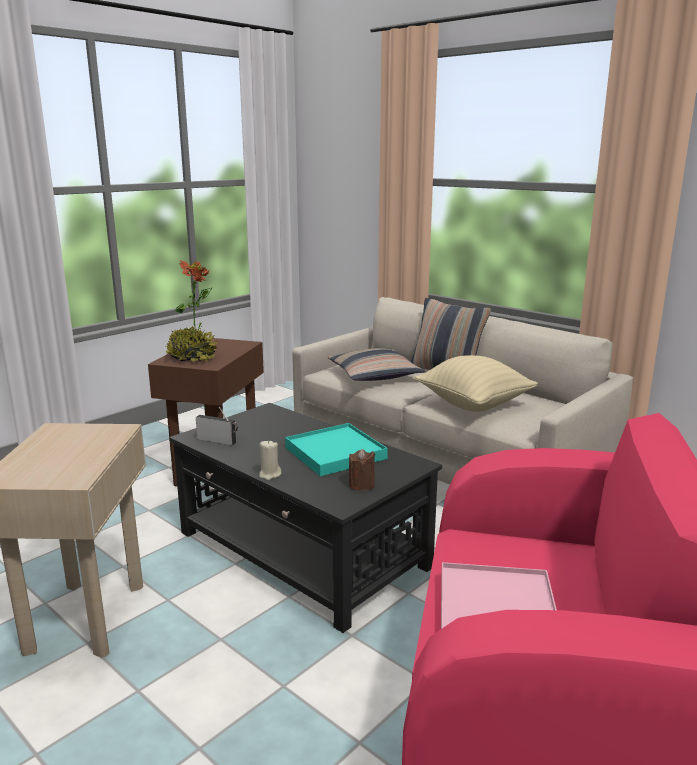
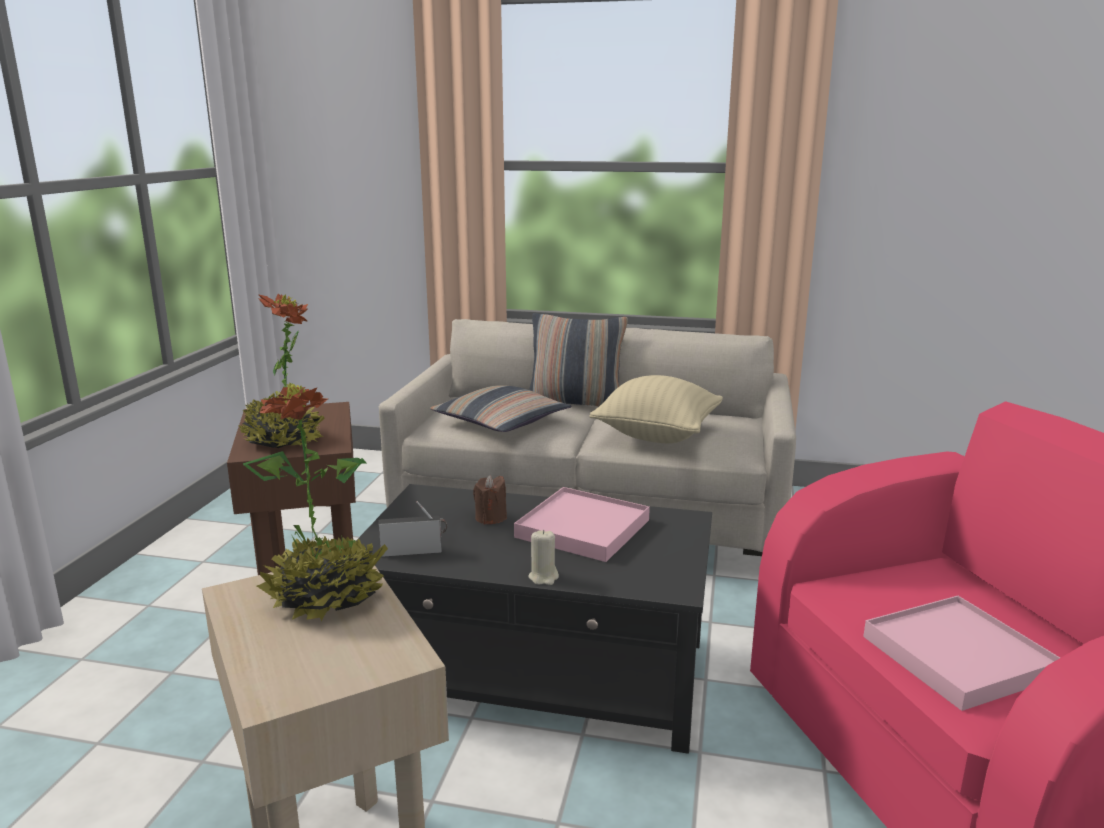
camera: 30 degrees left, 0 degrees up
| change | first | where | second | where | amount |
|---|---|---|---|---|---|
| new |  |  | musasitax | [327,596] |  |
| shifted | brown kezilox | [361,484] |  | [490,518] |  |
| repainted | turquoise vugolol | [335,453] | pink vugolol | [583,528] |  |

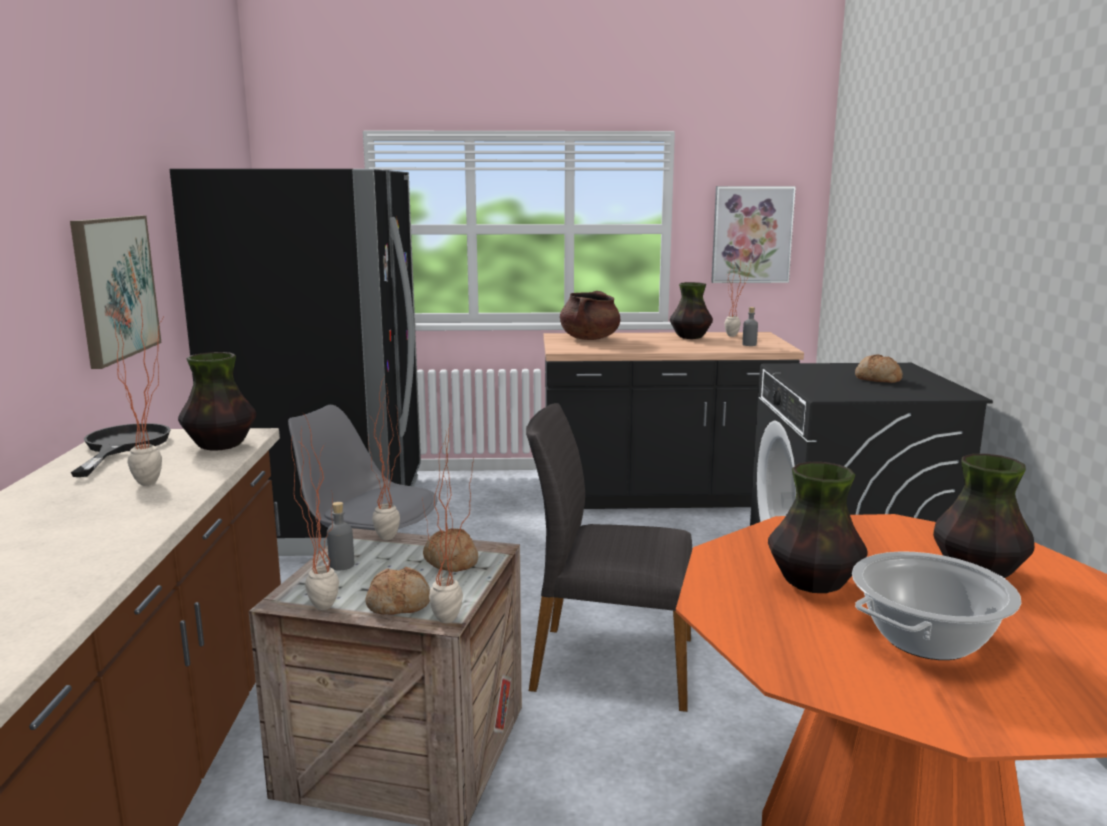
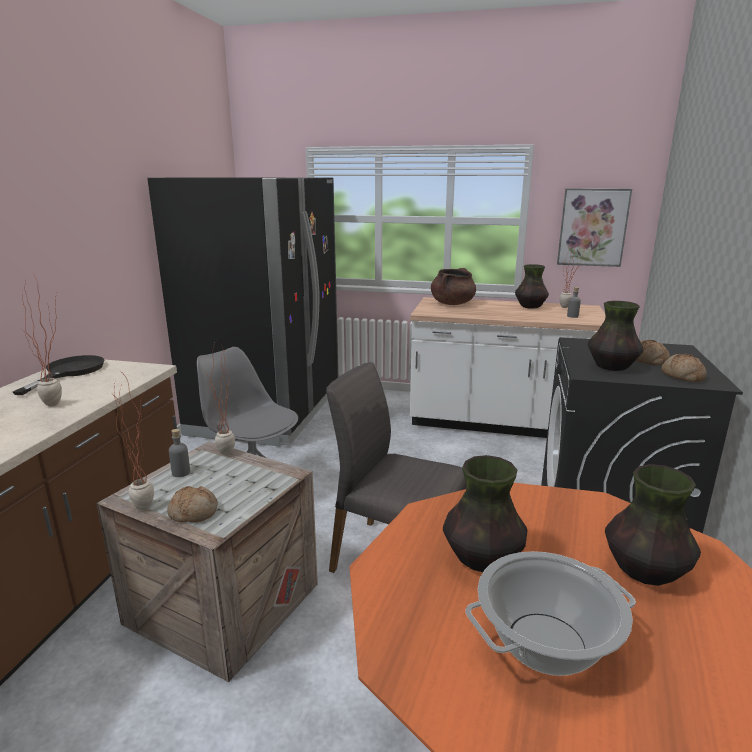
camera: 15 degrees right, 5 degrees up
| change | first | where | second | where | amount |
|---|---|---|---|---|---|
| repainted | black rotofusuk | [660,496] | white rotofusuk | [498,423] |  |
| shifted | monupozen | [220,446] |  | [611,367] |  |
| shifted | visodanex | [450,562] |  | [682,376] |  |
| gone | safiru | [115,287] |  |  |  |
| gone | musasitax | [452,624] |  |  |  |

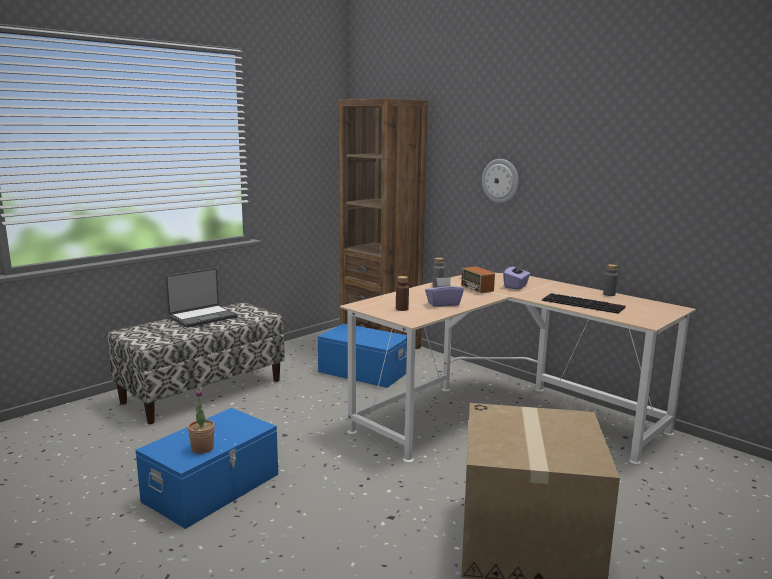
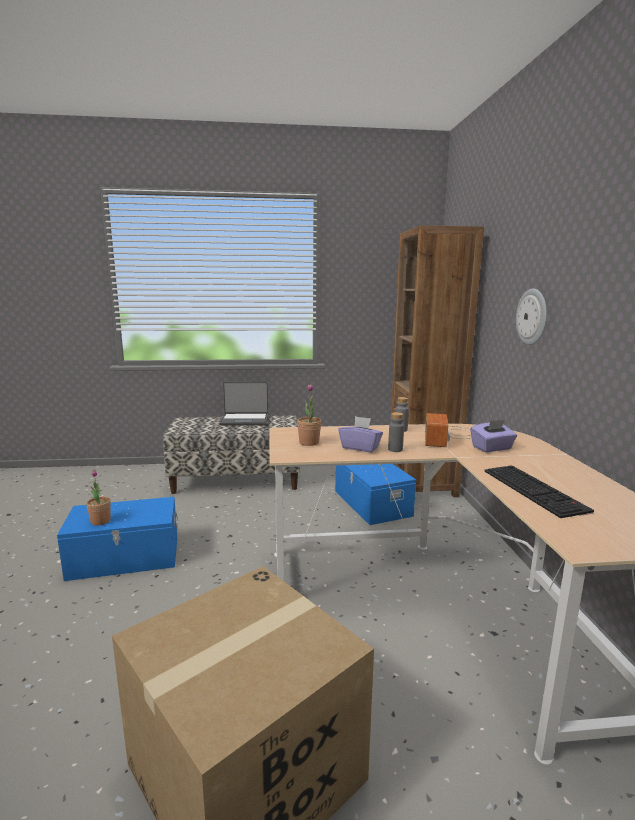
camera: 40 degrees right, 0 degrees up
| change | first | where | second | where | amount |
|---|---|---|---|---|---|
| swapped | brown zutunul | [402,309] | musasitax | [309,442] |  |
| shifted | grey zutunul | [609,294] |  | [395,449] |  |

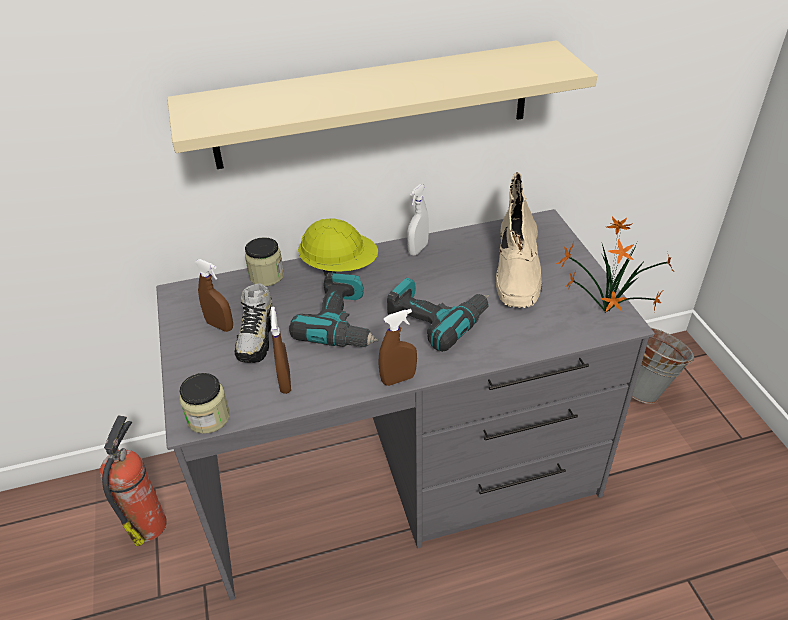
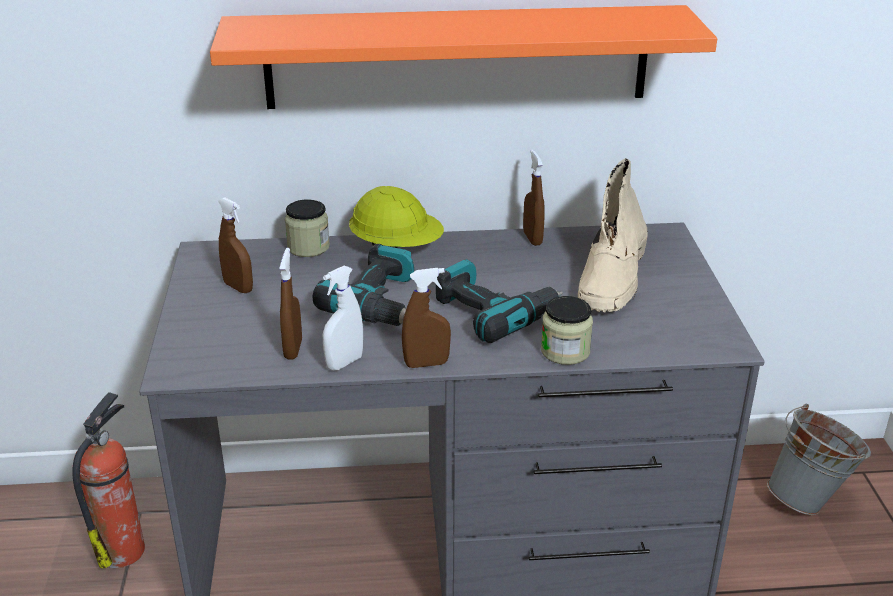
camera: 10 degrees right, 10 degrees down
| change | first | where | second | where | amount |
|---|---|---|---|---|---|
| repainted | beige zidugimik | [373,105] | orange zidugimik | [457,57] |  |
| shifted | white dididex | [418,249] |  | [344,363] |  |
| new |  |  | brown dididex | [532,238] |  |
| shifted | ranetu | [208,417] |  | [565,351] |  |
| gone | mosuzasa | [257,338] |  |  |  |
| gone | musasitax | [602,311] |  |  |  |

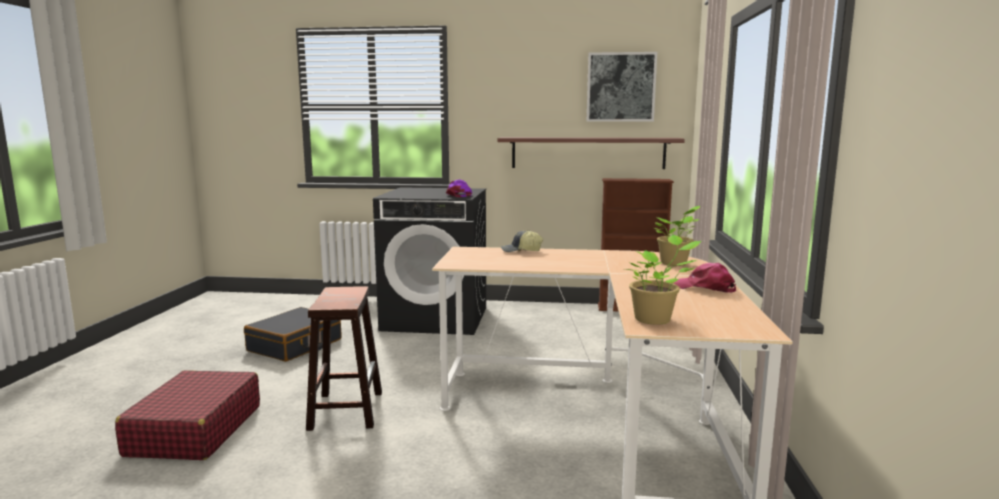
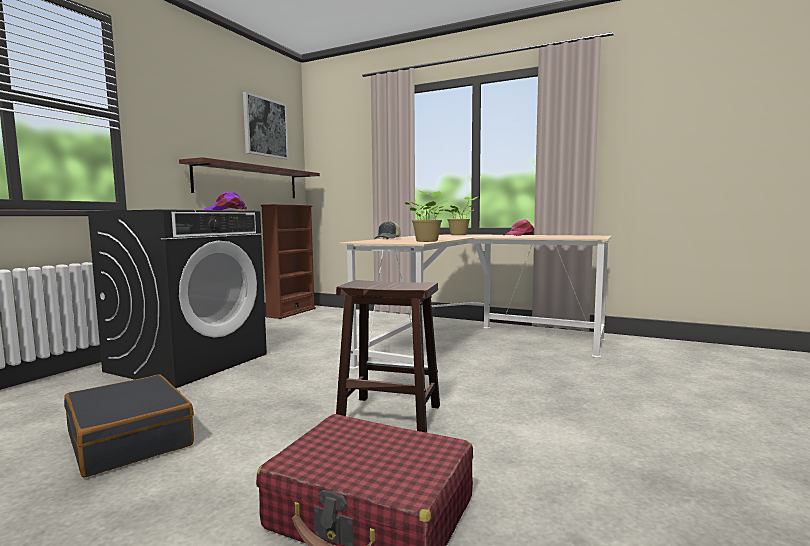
camera: 70 degrees left, 5 degrees down
| change | first | where | second | where | amount |
|---|---|---|---|---|---|
| shifted | musasitax | [655,319] |  | [427,241] |  |

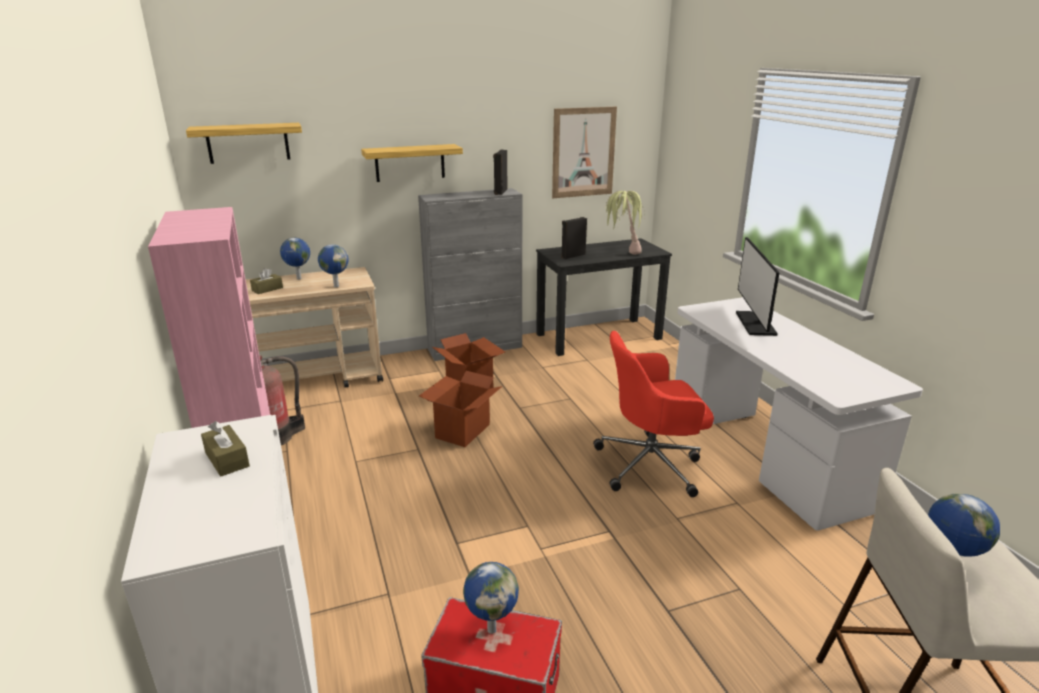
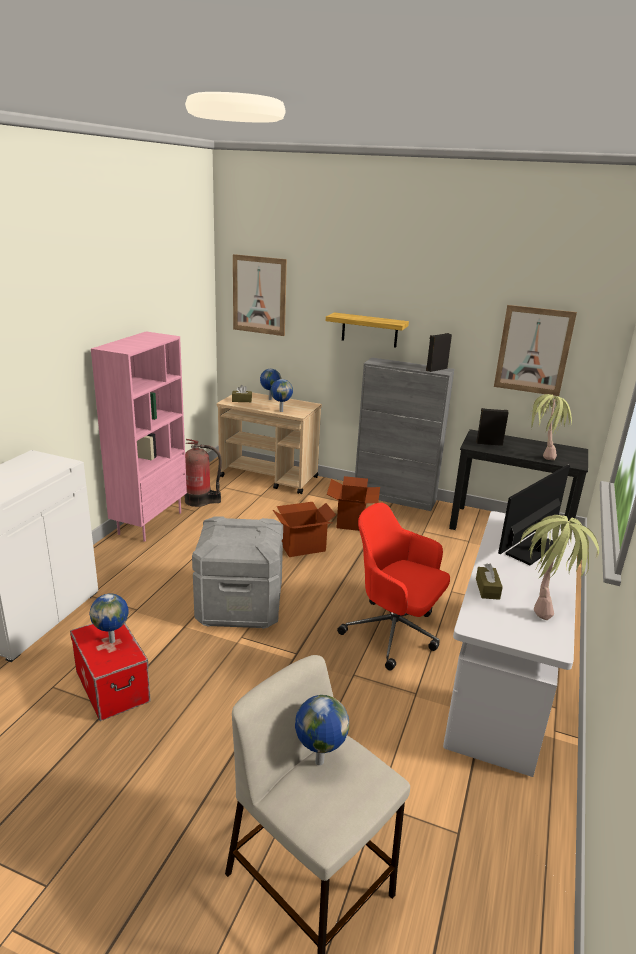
camera: 40 degrees right, 0 degrees up
| change | first | where | second | where | amount |
|---|---|---|---|---|---|
| new |  |  | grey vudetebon | [240,606] |  |
| swapped | zidugimik | [248,143] | safiru | [259,295] |  |
| shifted | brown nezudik | [227,459] |  | [487,589] |  |
| new |  |  | musasitax | [546,604] |  |

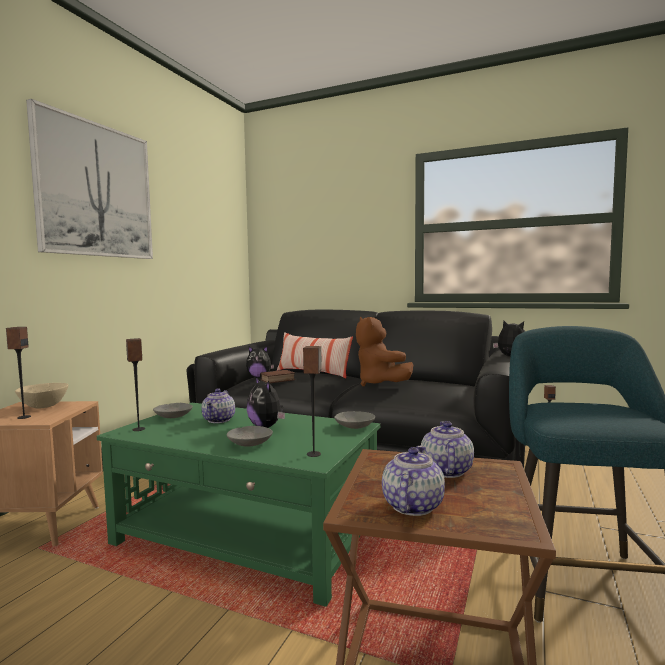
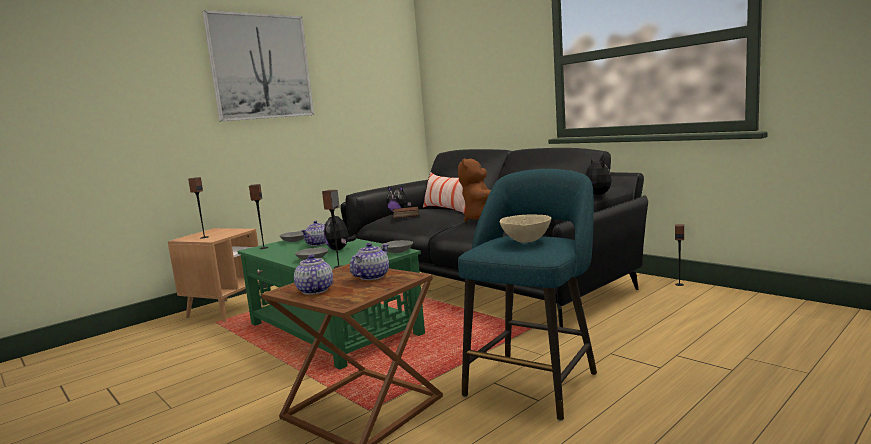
camera: 25 degrees right, 5 degrees up
| change | first | where | second | where | amount |
|---|---|---|---|---|---|
| rotated | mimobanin | [411,506] |  | [314,290] | 60 degrees counterclockwise |
| shifted | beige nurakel | [44,407] |  | [526,241] |  |

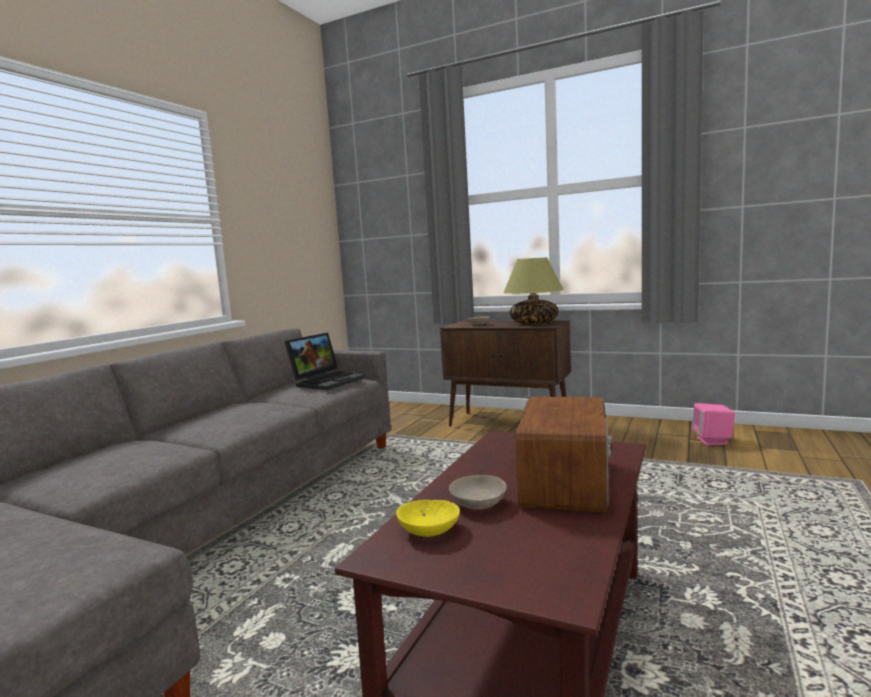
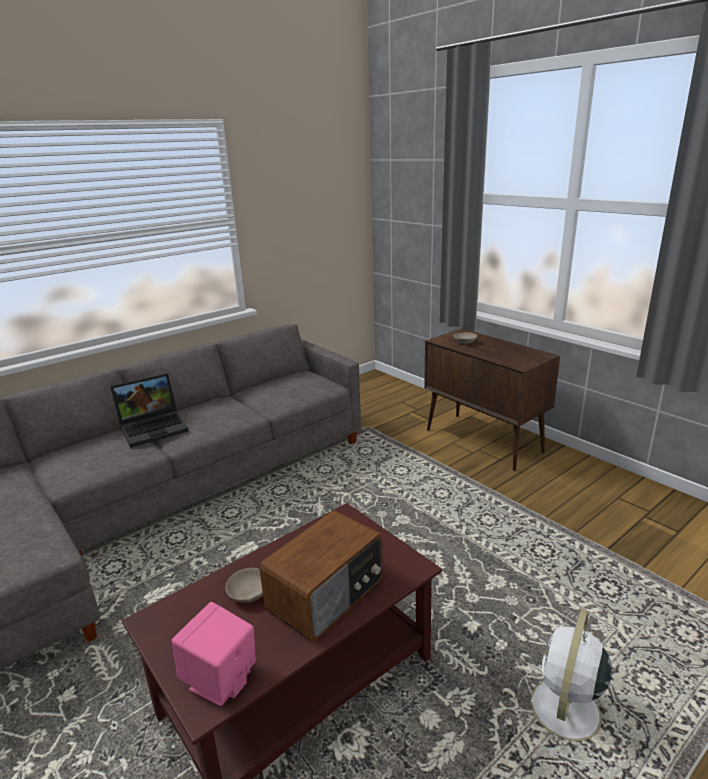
camera: 25 degrees right, 15 degrees up
| change | first | where | second | where | amount |
|---|---|---|---|---|---|
| shifted | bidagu | [327,381] |  | [154,427] |  |
| shifted | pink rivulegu | [712,441] |  | [221,680] |  |
| new |  |  | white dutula | [564,712] |  |
| gone | yellow nurakel | [428,531] |  |  |  |
| gone | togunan | [534,323] |  |  |  |

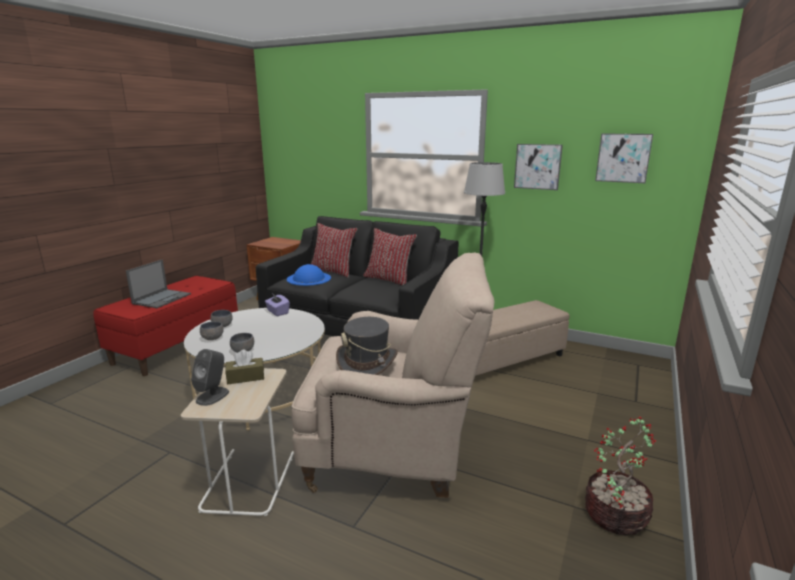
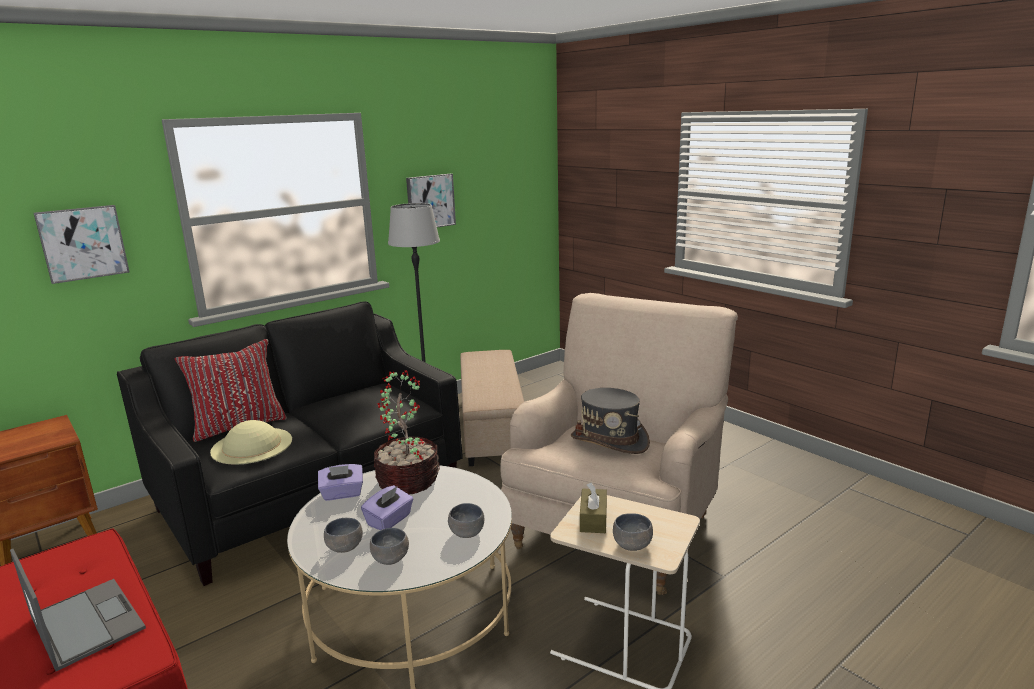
camera: 65 degrees left, 0 degrees up
| change | first | where | second | where | amount |
|---|---|---|---|---|---|
| shifted | safiru | [623,158] |  | [82,243] |  |
| repainted | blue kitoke | [308,278] | beige kitoke | [252,445] |  |
| new |  |  | purple nezudik | [389,520] |  |
| shifted | musasitax | [616,514] |  | [407,480] |  |
| swapped | grey rivulegu | [213,396] | grey nurakel | [632,545] |  |
| gone | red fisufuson | [389,279] |  |  |  |

